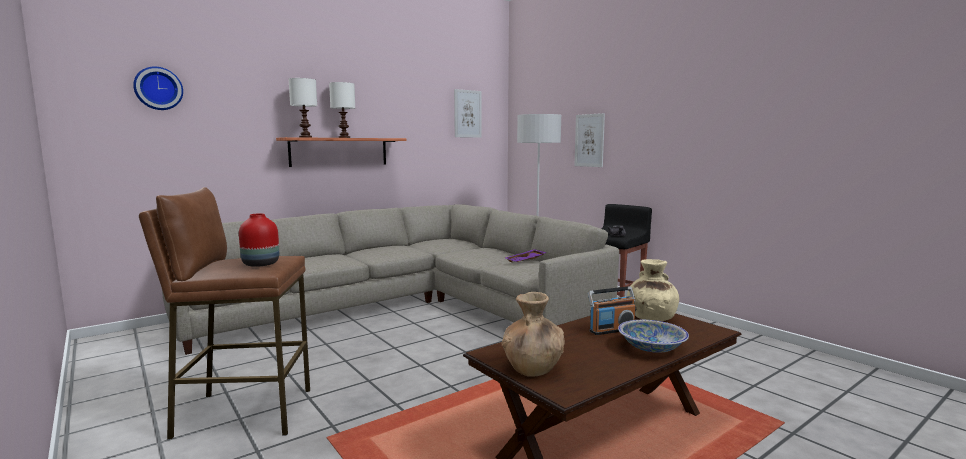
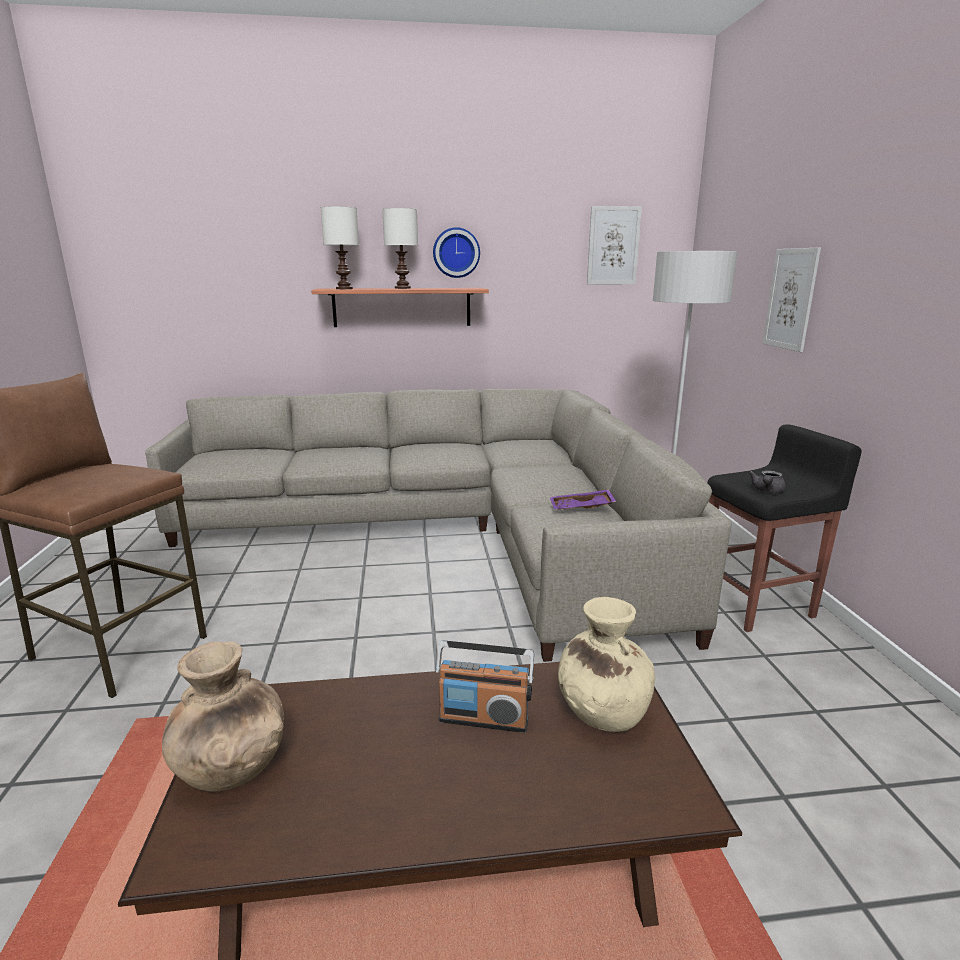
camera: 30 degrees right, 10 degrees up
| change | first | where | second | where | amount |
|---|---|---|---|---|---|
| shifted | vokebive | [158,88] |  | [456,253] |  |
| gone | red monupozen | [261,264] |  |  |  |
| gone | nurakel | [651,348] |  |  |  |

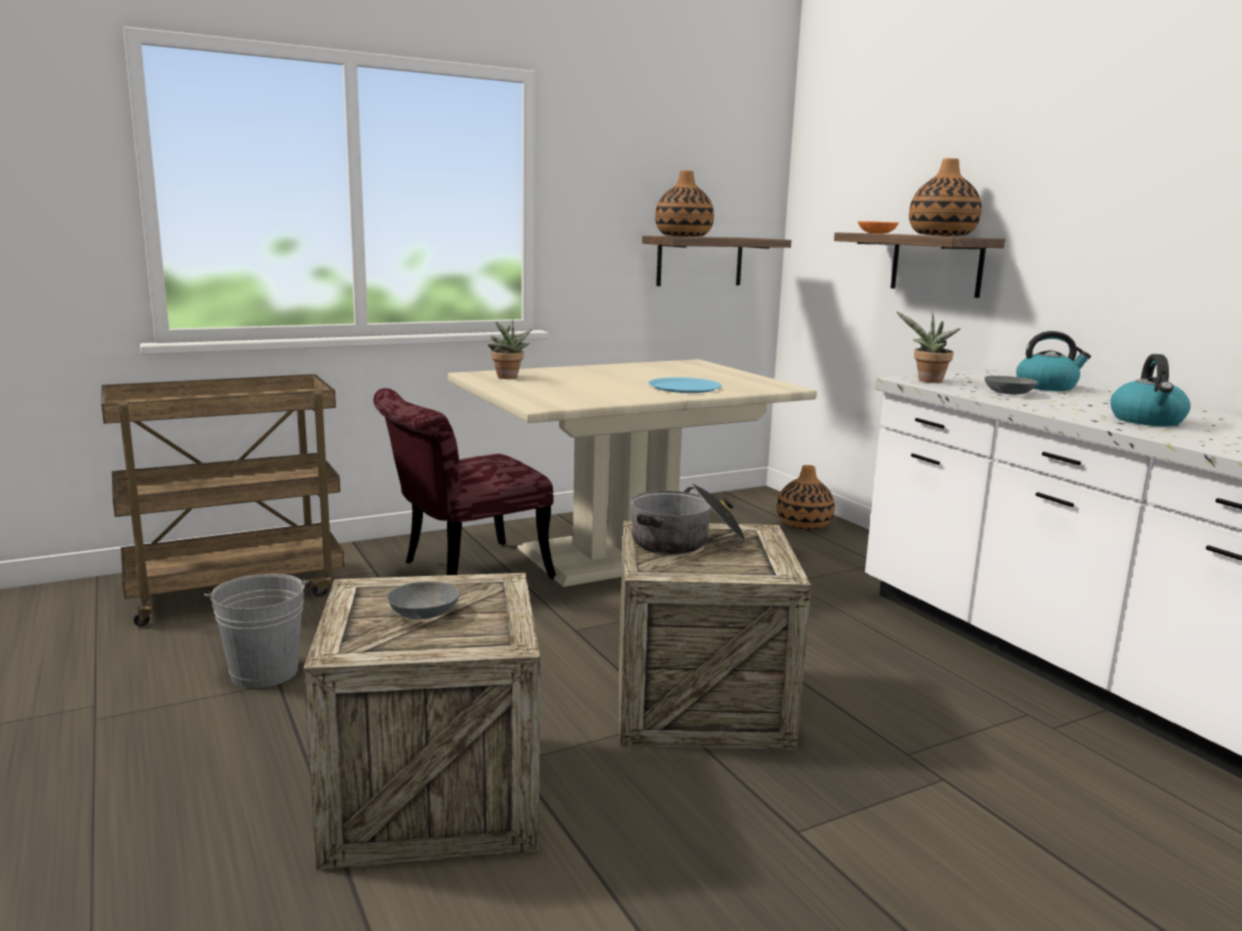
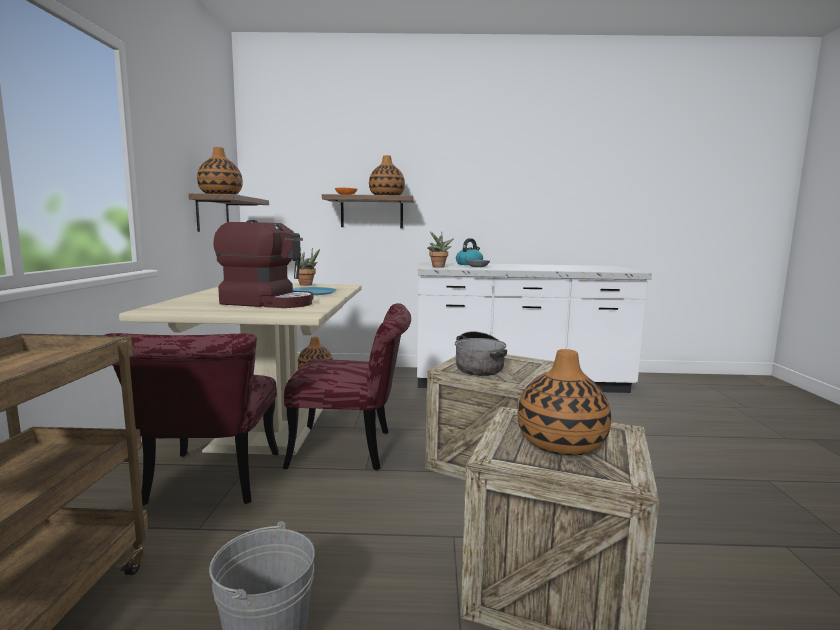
camera: 60 degrees left, 5 degrees down
| change | first | where | second | where | amount |
|---|---|---|---|---|---|
| new |  |  | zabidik | [268,302] |  |
| new |  |  | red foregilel | [353,449] |  |
| shifted | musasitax | [508,378] |  | [307,285] |  |
| swapped | grey nurakel | [425,612] | monupozen | [561,443] |  |
| gone | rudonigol | [1147,420] |  |  |  |

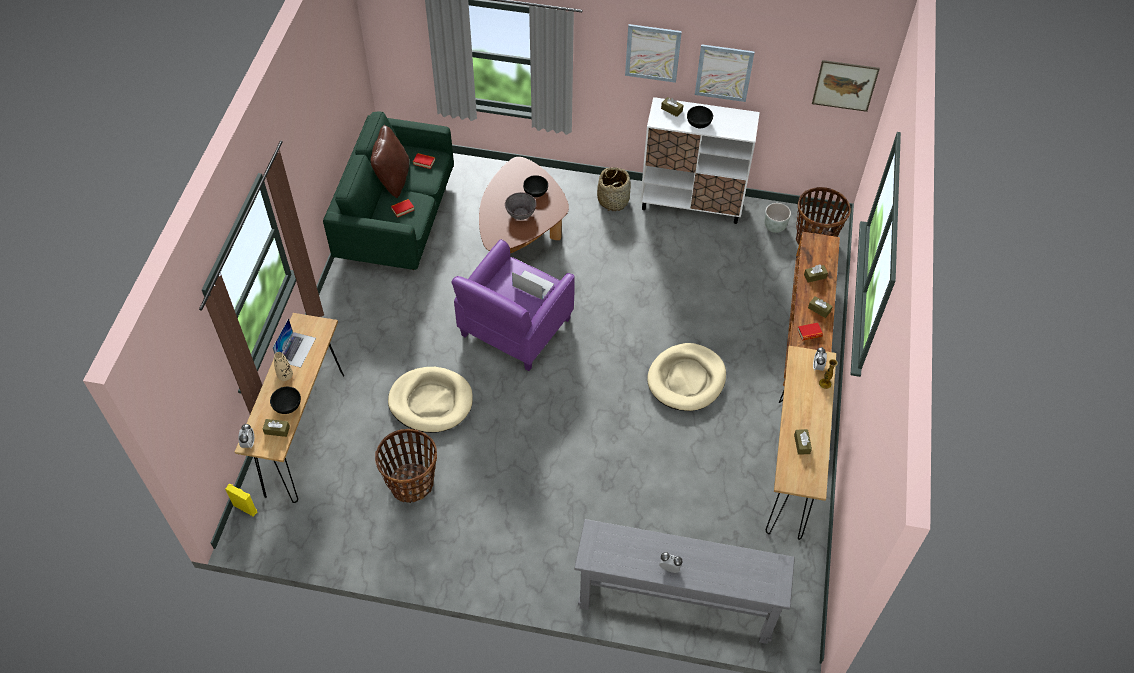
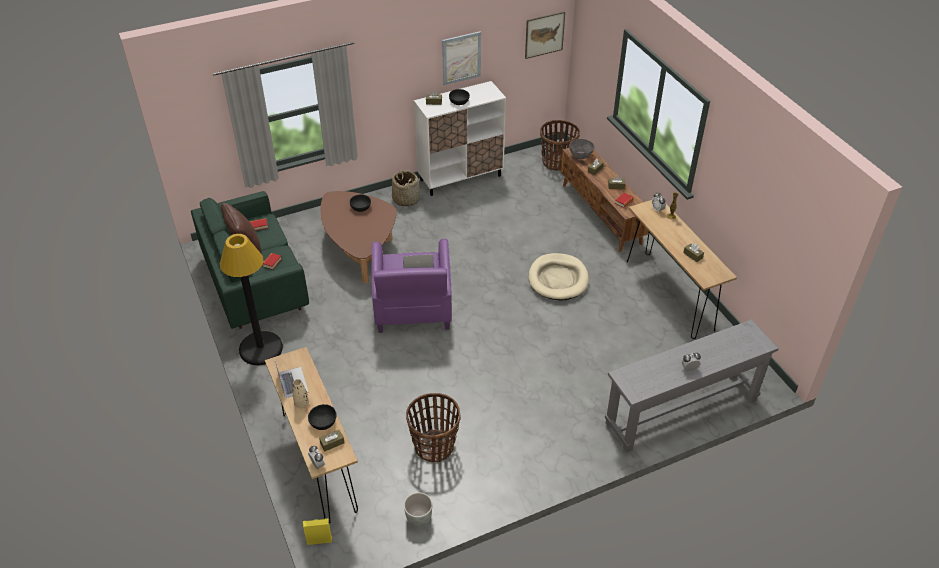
camera: 35 degrees left, 10 degrees down
| change | first | where | second | where | amount |
|---|---|---|---|---|---|
| new |  |  | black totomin | [261,349] |  |
| shifted | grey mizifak | [774,227] |  | [418,518] |  |
| shifted | grey nurakel | [520,213] |  | [580,155] |  |
| gone | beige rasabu | [431,401] |  |  |  |
| gone | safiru | [652,53] |  |  |  |

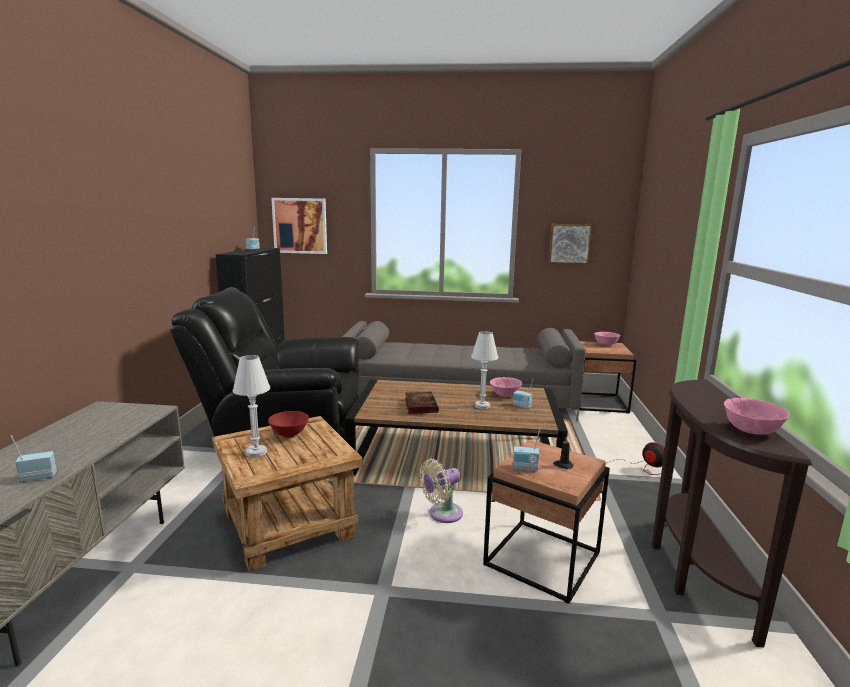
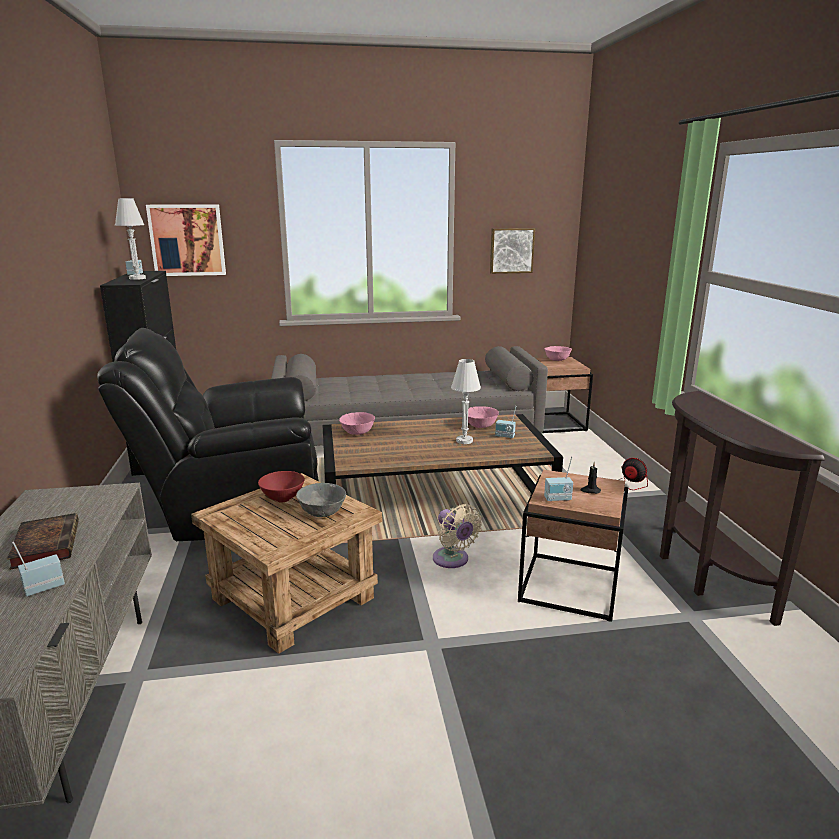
camera: 15 degrees left, 5 degrees up
| change | first | where | second | where | amount |
|---|---|---|---|---|---|
| shifted | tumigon | [420,405] |  | [45,544] |  |
| shifted | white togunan | [256,452] |  | [137,278] |  |
| new |  |  | grey nurakel | [322,513] |  |
| shifted | pink nurakel | [751,431] |  | [357,433] |  |
| rotated | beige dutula | [442,514] |  | [452,560] | 75 degrees counterclockwise |

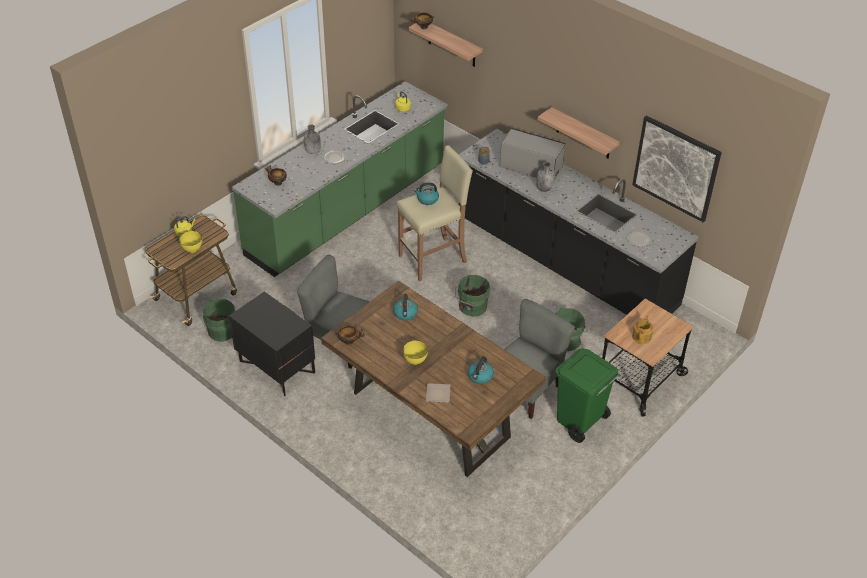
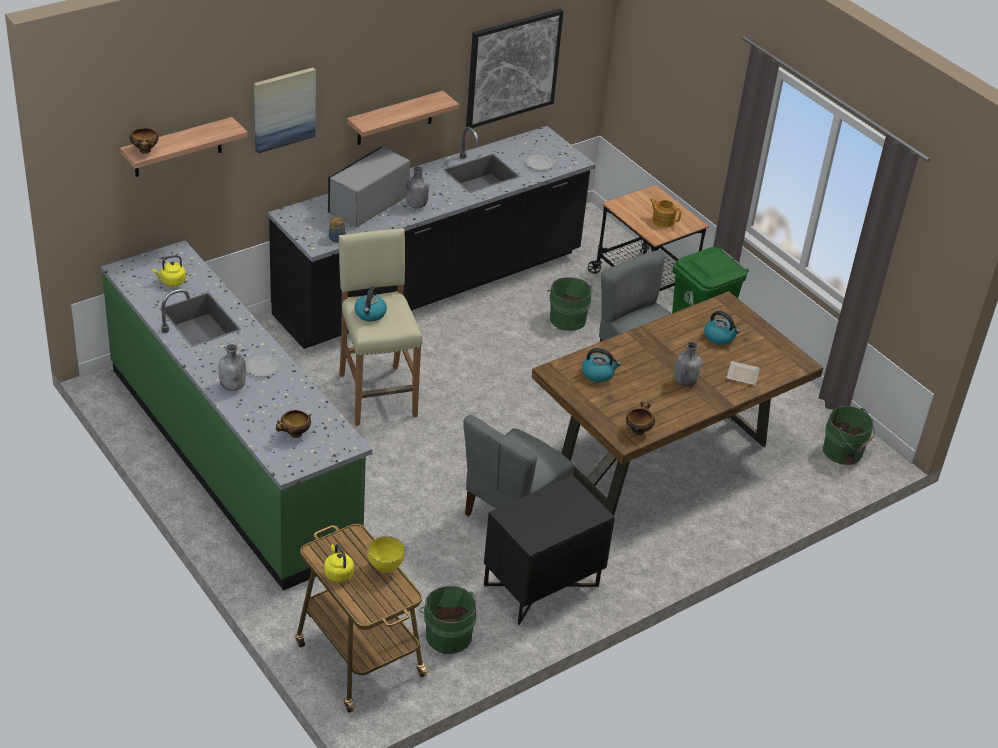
camera: 80 degrees left, 5 degrees down
| change | first | where | second | where | amount |
|---|---|---|---|---|---|
| new |  |  | safiru | [284,109] |  |
| swapped | yellow nurakel | [415,361] | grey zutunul | [685,382] |  |
| shifted | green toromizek | [472,307] |  | [844,452] |  |

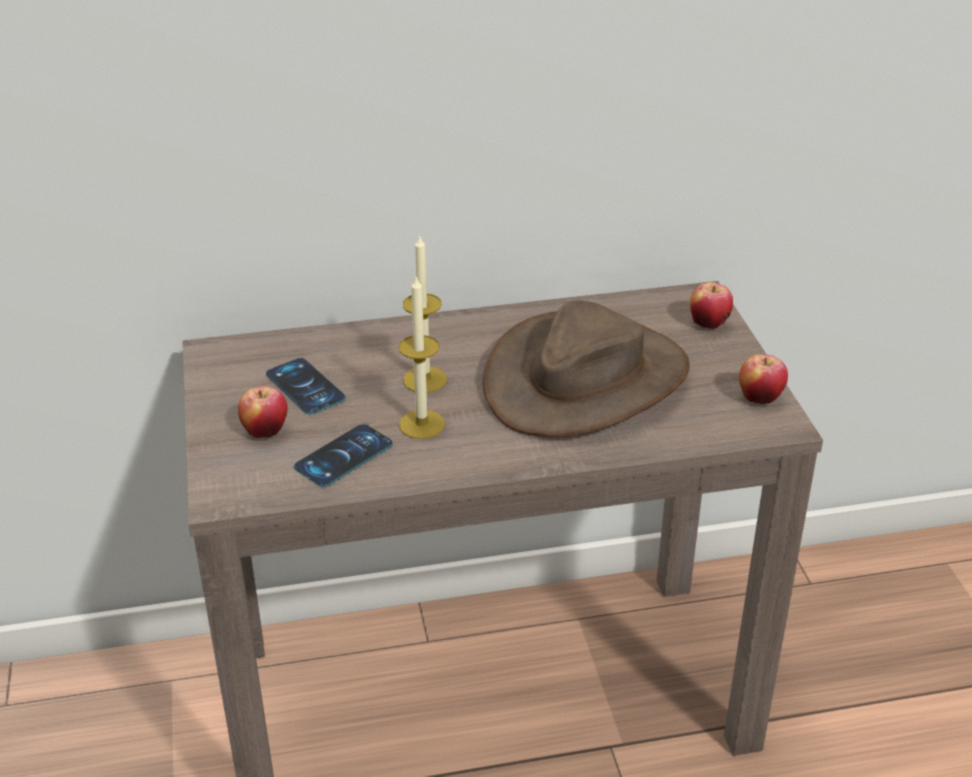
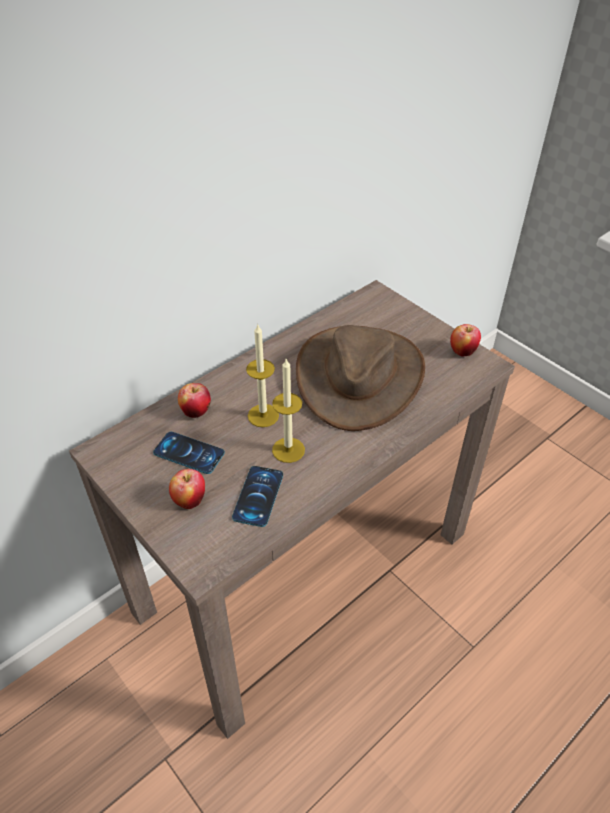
camera: 30 degrees left, 10 degrees up
| change | first | where | second | where | amount |
|---|---|---|---|---|---|
| shifted | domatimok | [709,324] |  | [196,412] |  |

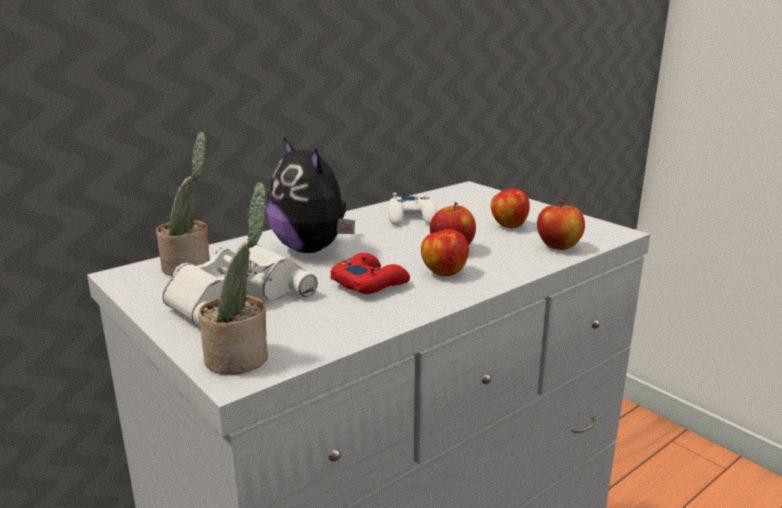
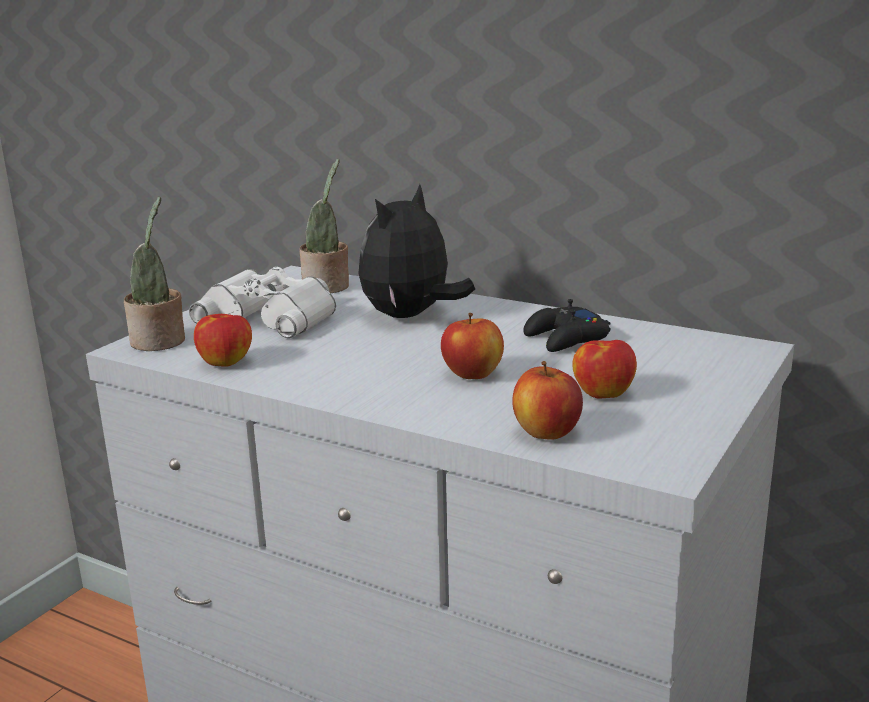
camera: 70 degrees right, 0 degrees up
| change | first | where | second | where | amount |
|---|---|---|---|---|---|
| shifted | domatimok | [443,272] |  | [226,362] |  |
| repainted | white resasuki | [412,218] | black resasuki | [566,339] |  |
| gone | red resasuki | [370,283] |  |  |  |

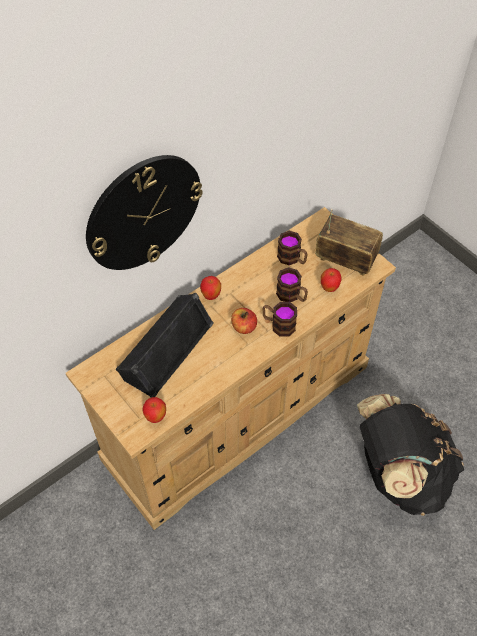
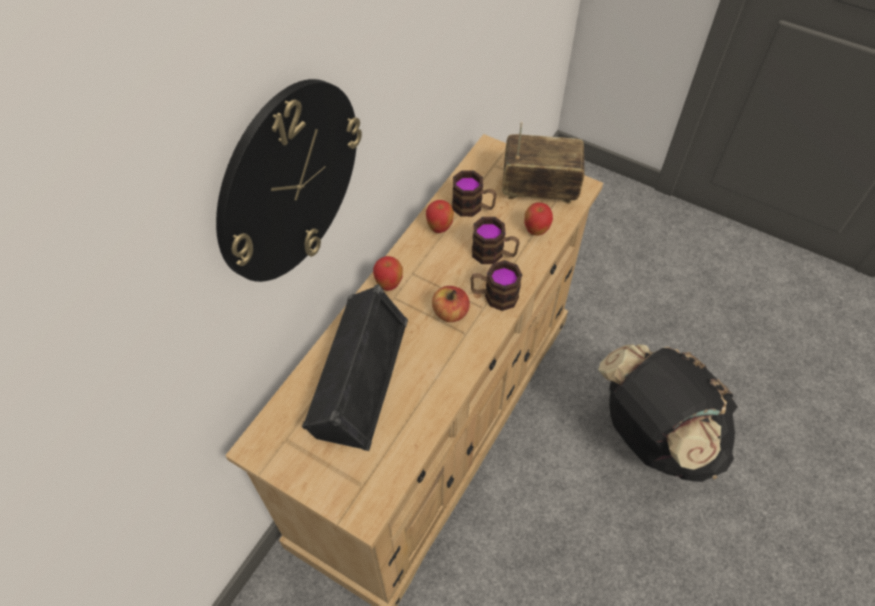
camera: 20 degrees left, 0 degrees up
| change | first | where | second | where | amount |
|---|---|---|---|---|---|
| shifted | domatimok | [155,417] |  | [439,228] |  |

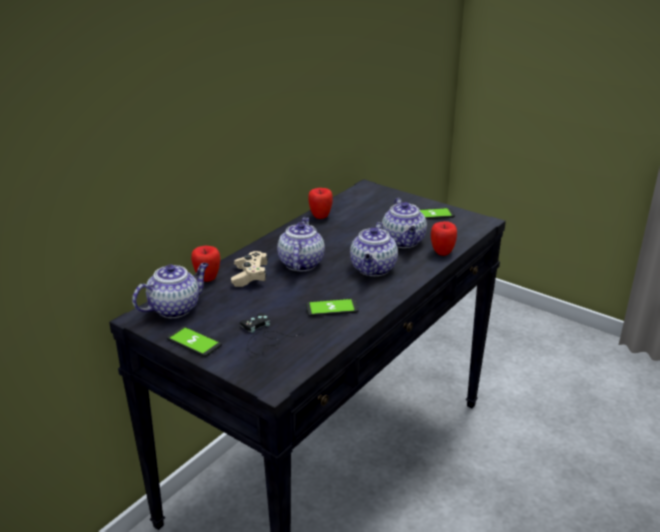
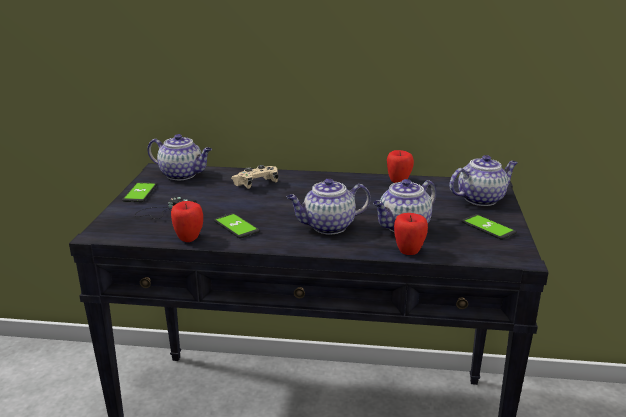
camera: 60 degrees right, 5 degrees down
| change | first | where | second | where | amount |
|---|---|---|---|---|---|
| shifted | domatimok | [207,278] |  | [189,238] |  |
| shifted | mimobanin | [300,263] |  | [481,199] |  |

